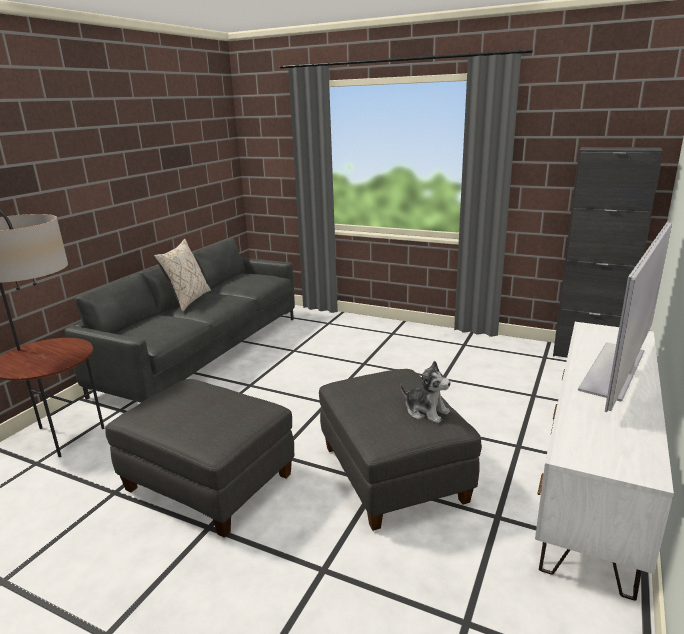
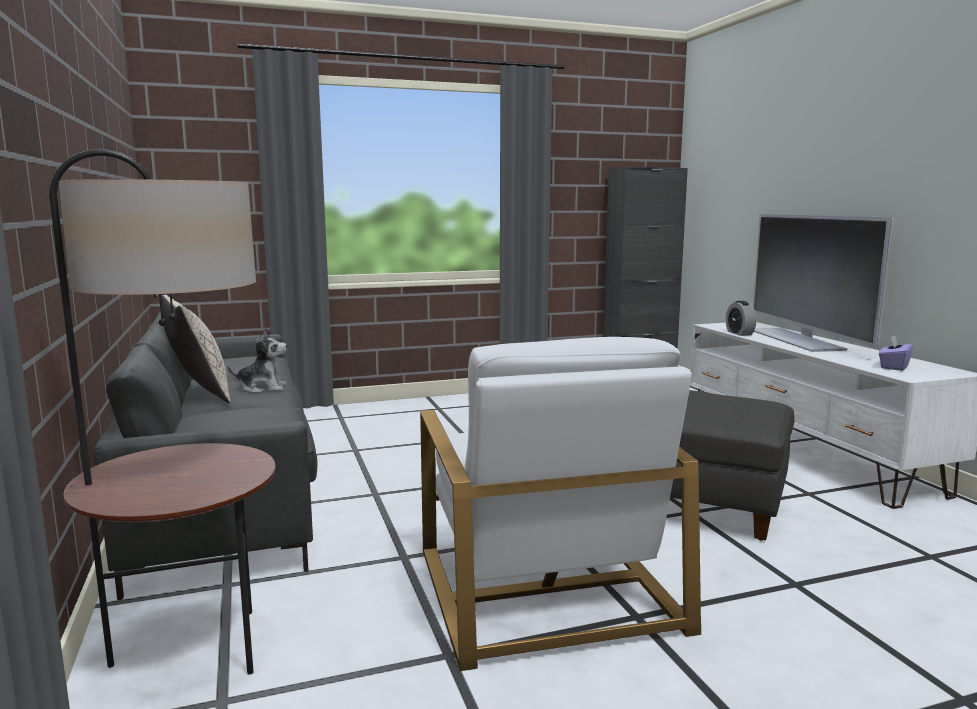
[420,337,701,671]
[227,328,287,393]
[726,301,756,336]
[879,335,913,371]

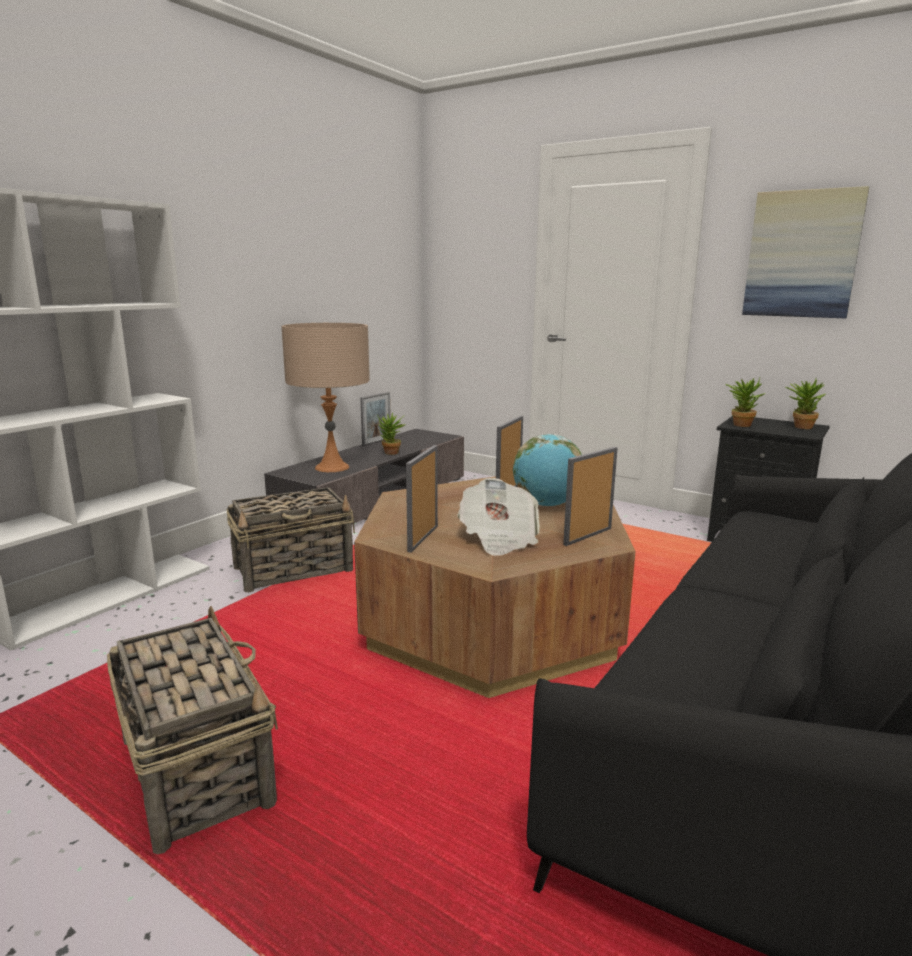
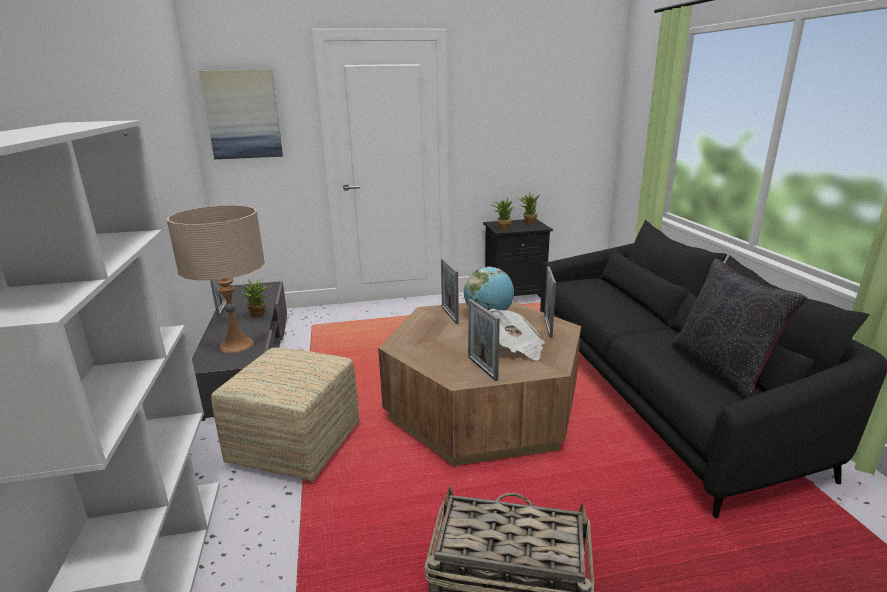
[211,348,359,482]
[199,69,283,159]
[671,258,807,399]

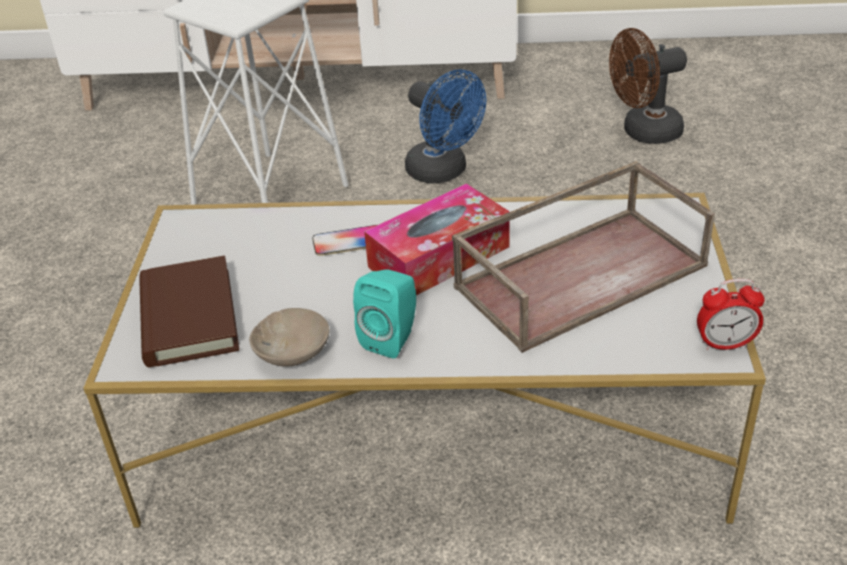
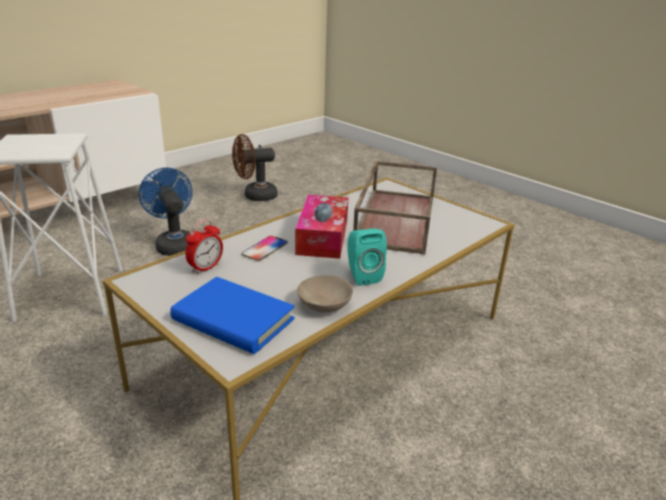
[170,277,295,354]
[139,168,193,256]
[232,134,277,201]
[185,220,223,274]

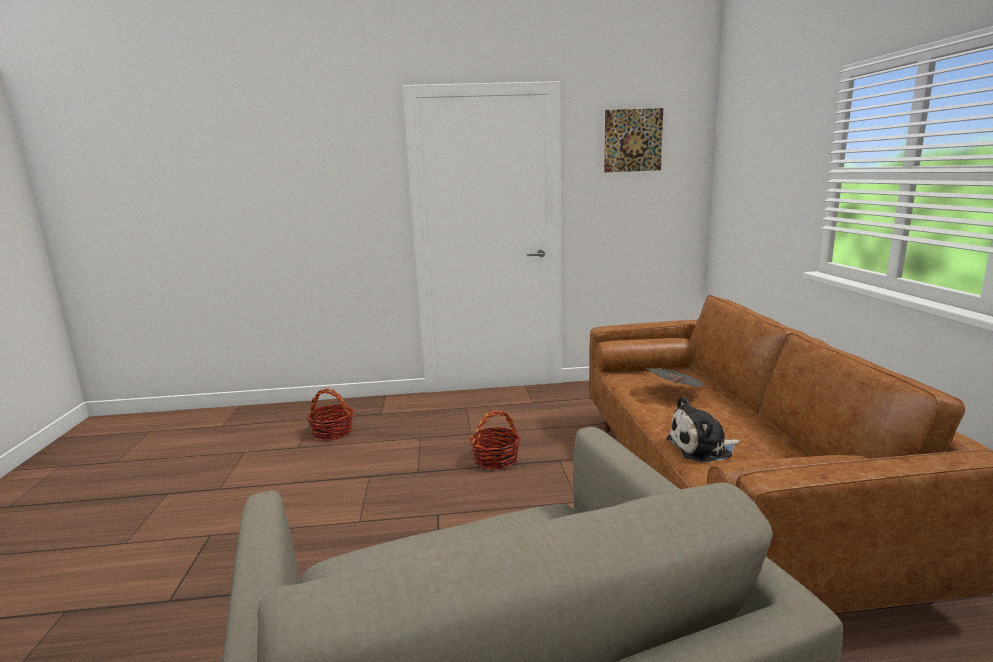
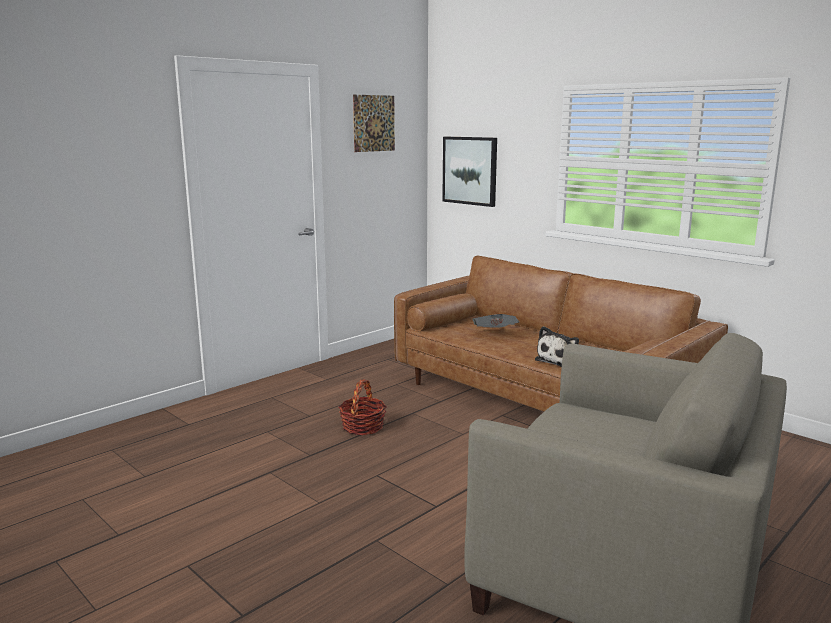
[307,389,353,440] (first image)
[442,137,497,207]

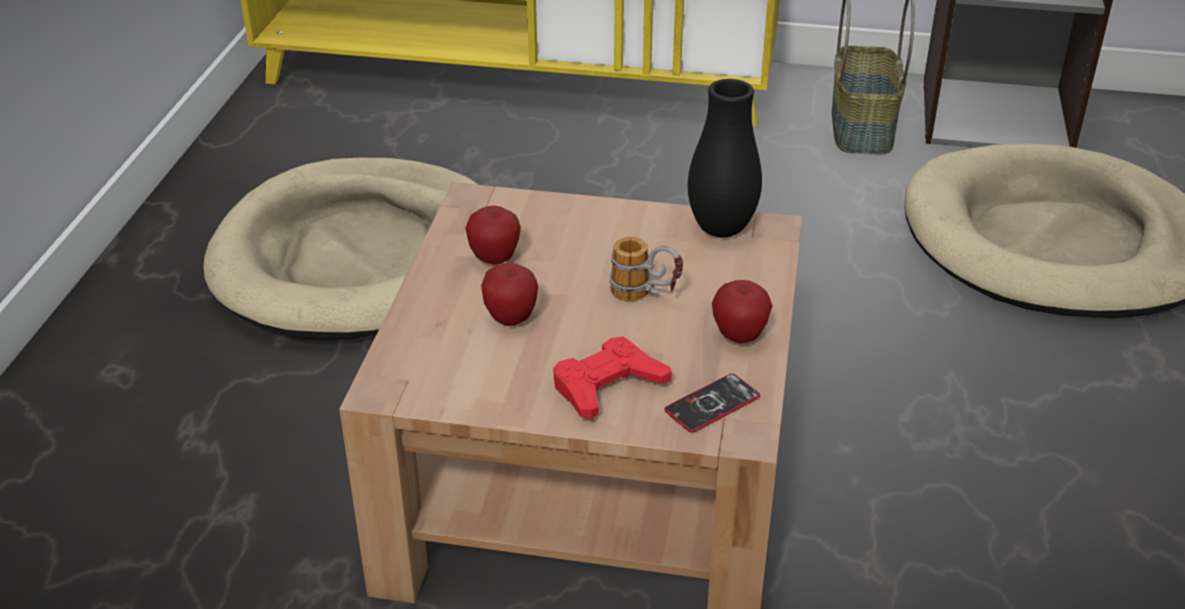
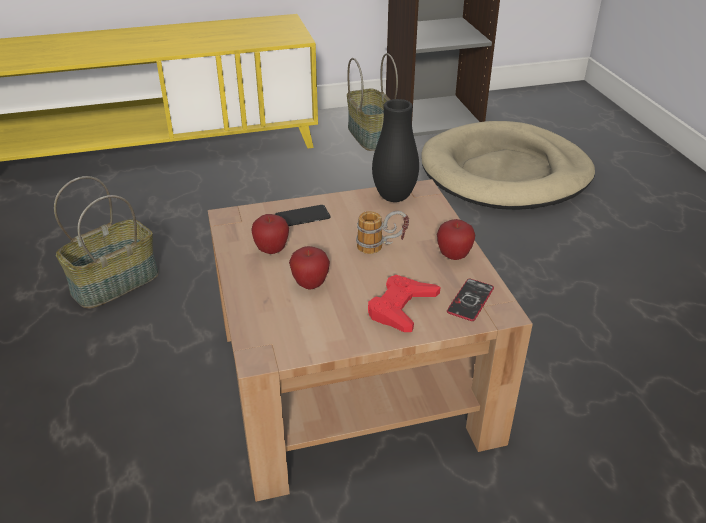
[54,176,159,309]
[275,205,331,226]

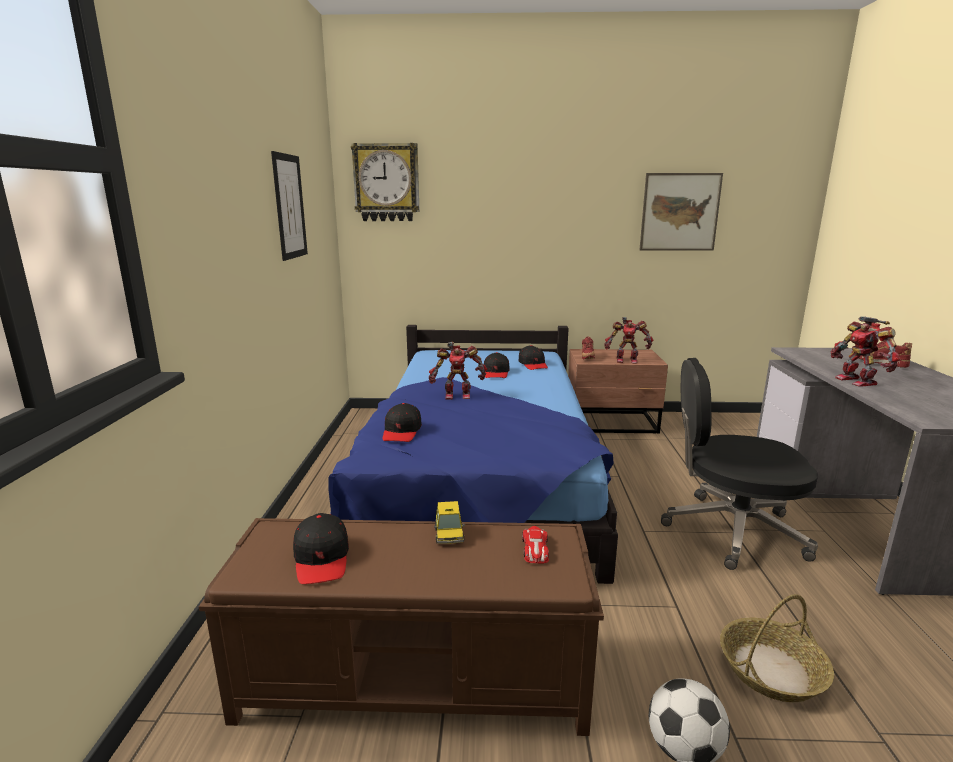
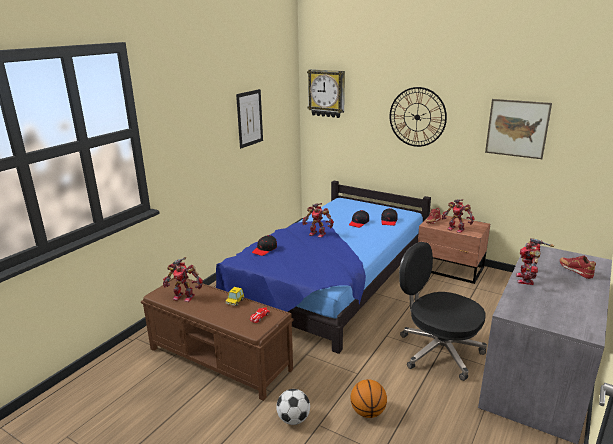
[163,257,203,302]
[351,379,387,418]
[390,87,447,147]

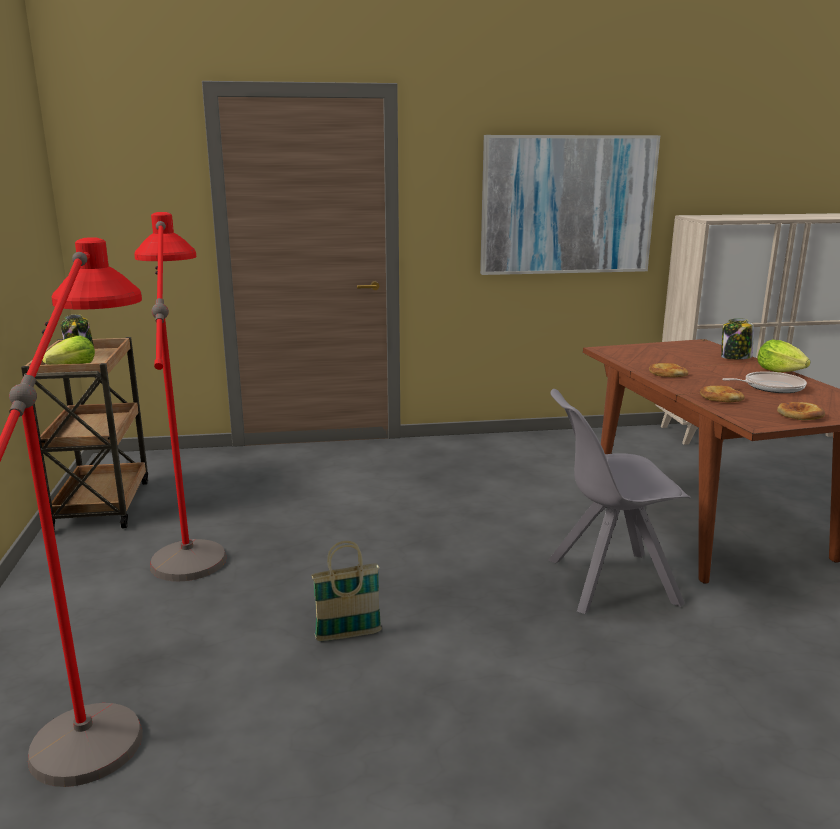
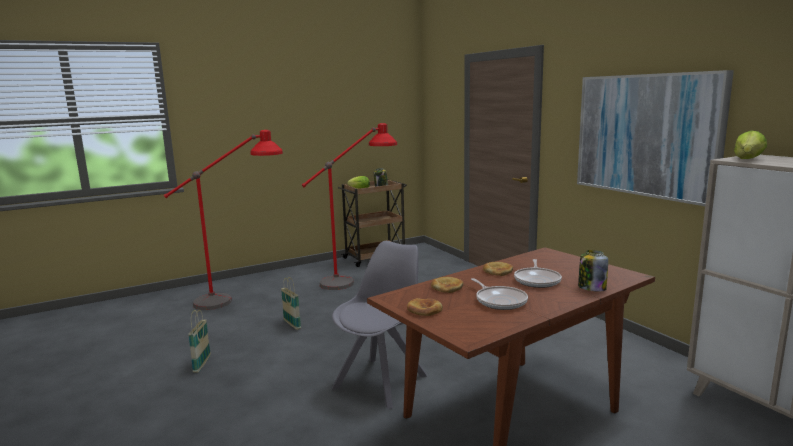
[332,241,427,409]
[734,130,767,159]
[188,310,211,373]
[514,259,562,288]

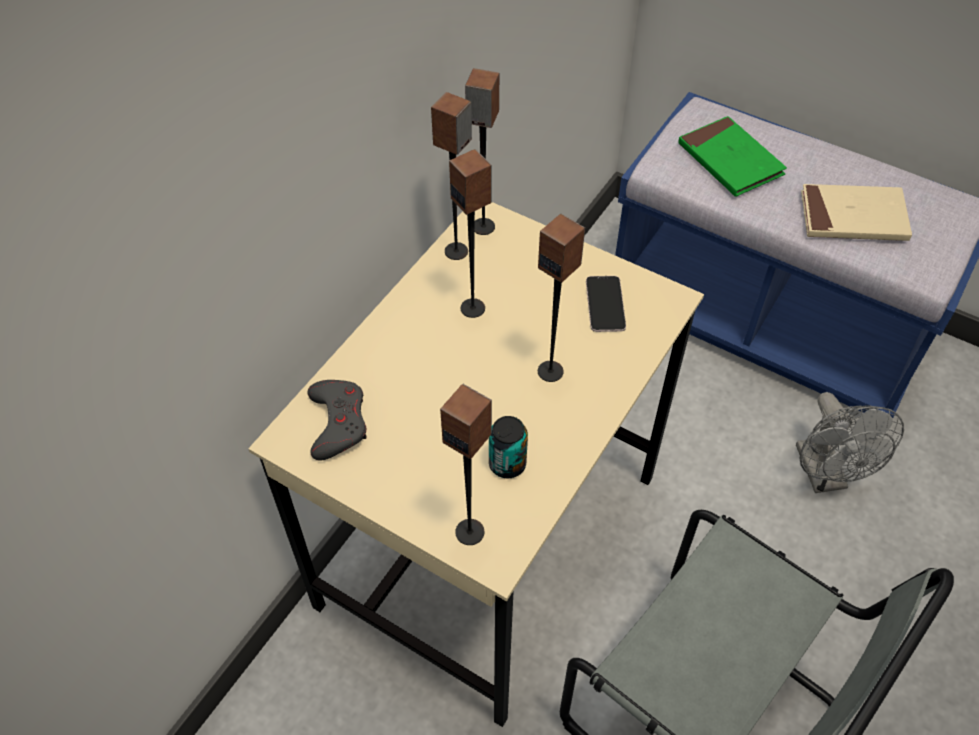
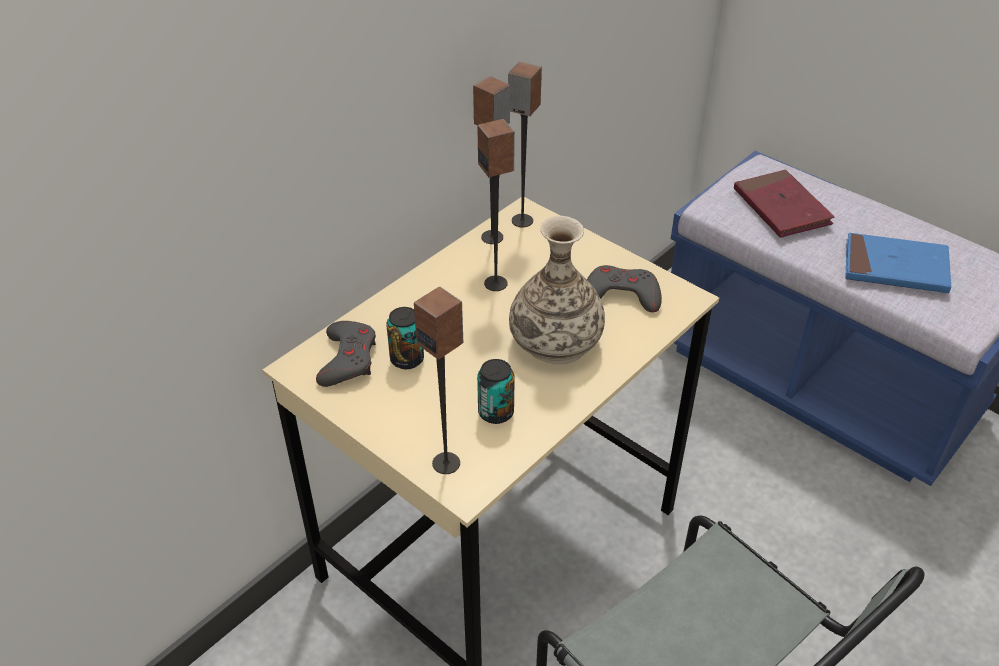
[509,216,605,364]
[587,265,662,312]
[734,170,834,237]
[796,392,904,493] (first image)
[845,233,951,293]
[386,307,424,369]

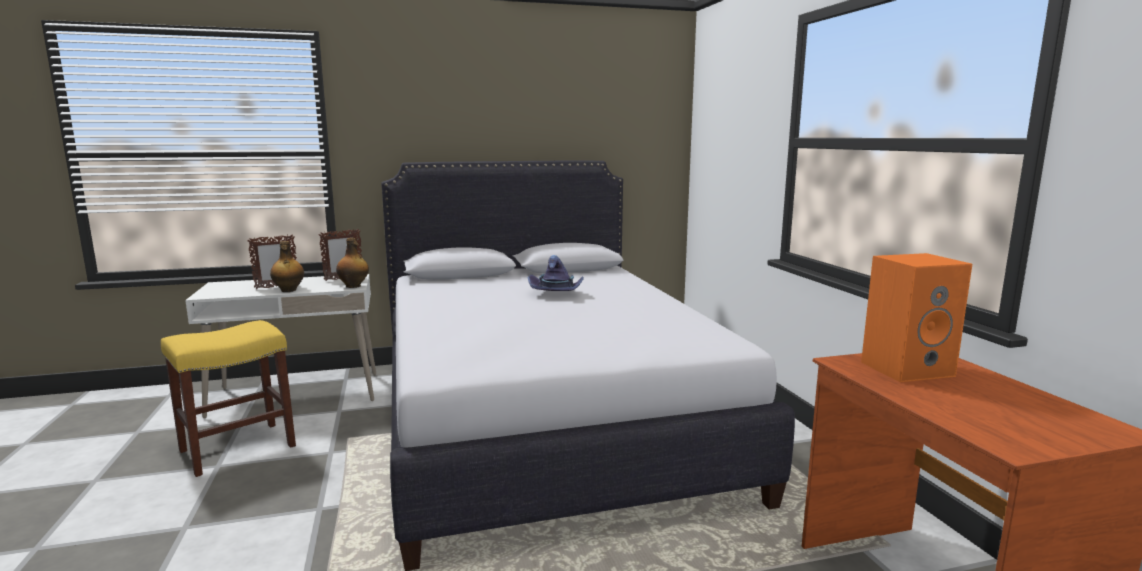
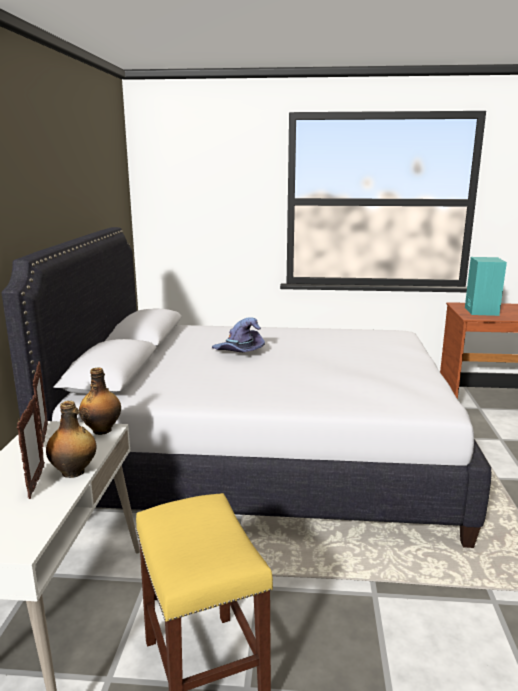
[465,257,507,316]

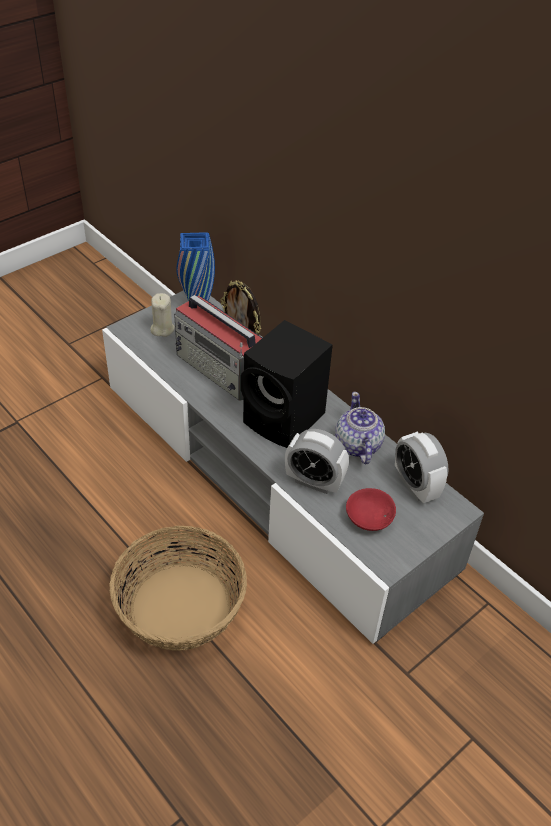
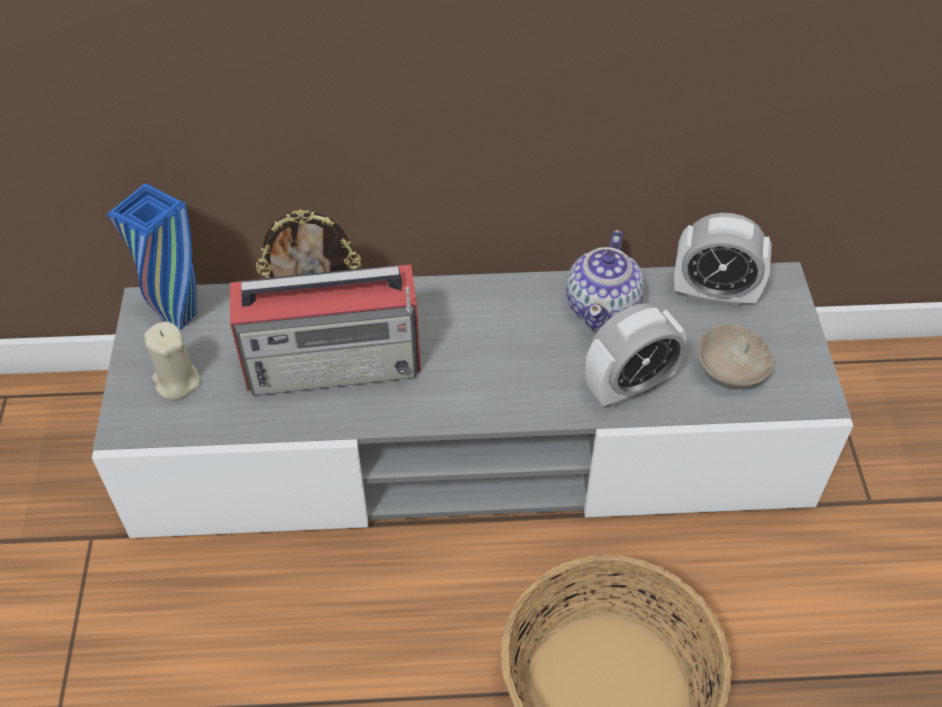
[241,320,333,448] (first image)
[566,230,645,330]
[698,324,775,388]

